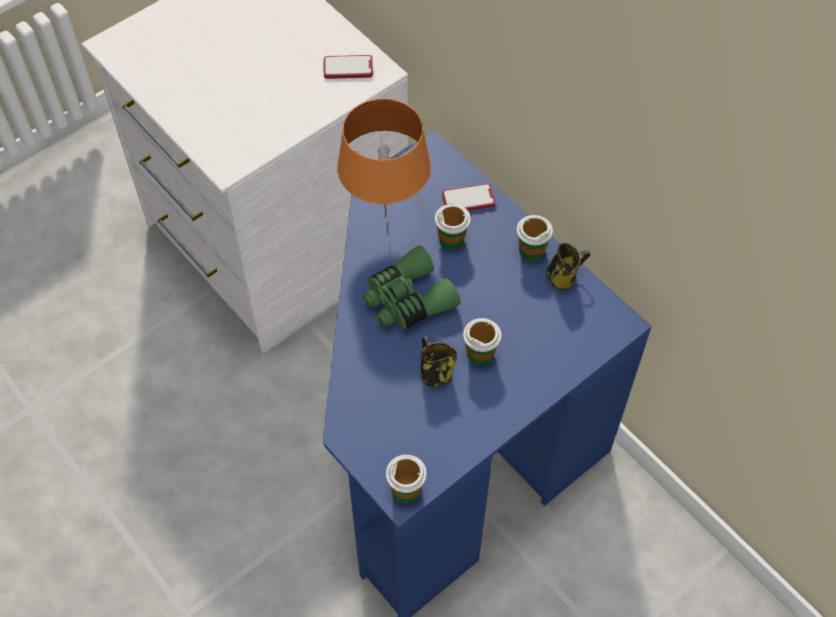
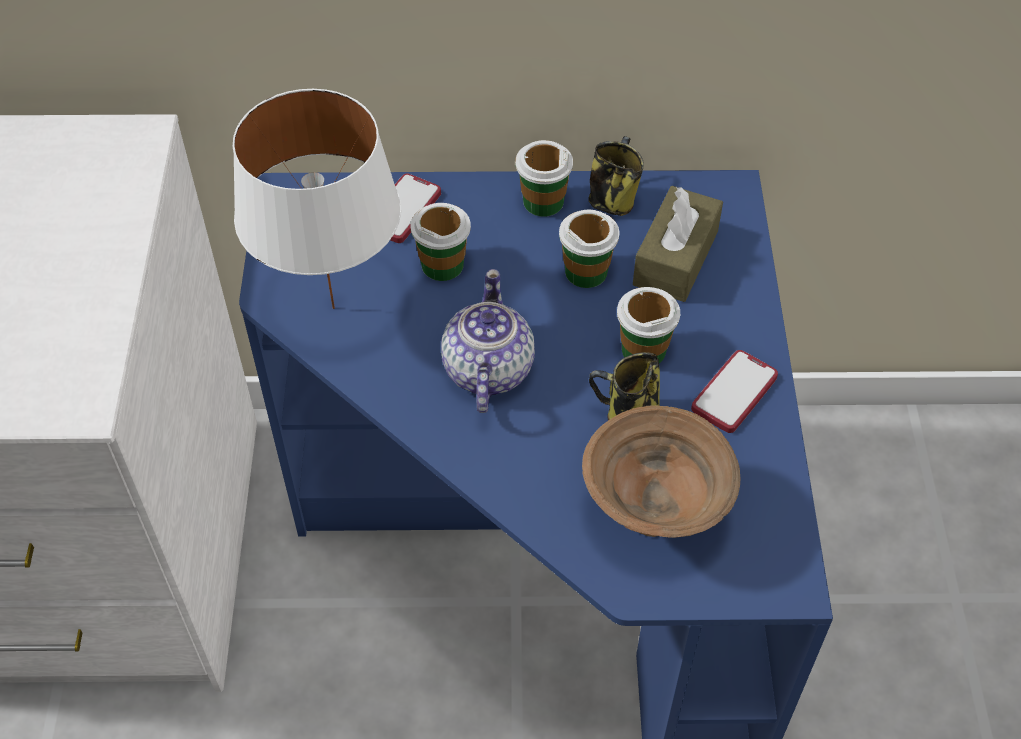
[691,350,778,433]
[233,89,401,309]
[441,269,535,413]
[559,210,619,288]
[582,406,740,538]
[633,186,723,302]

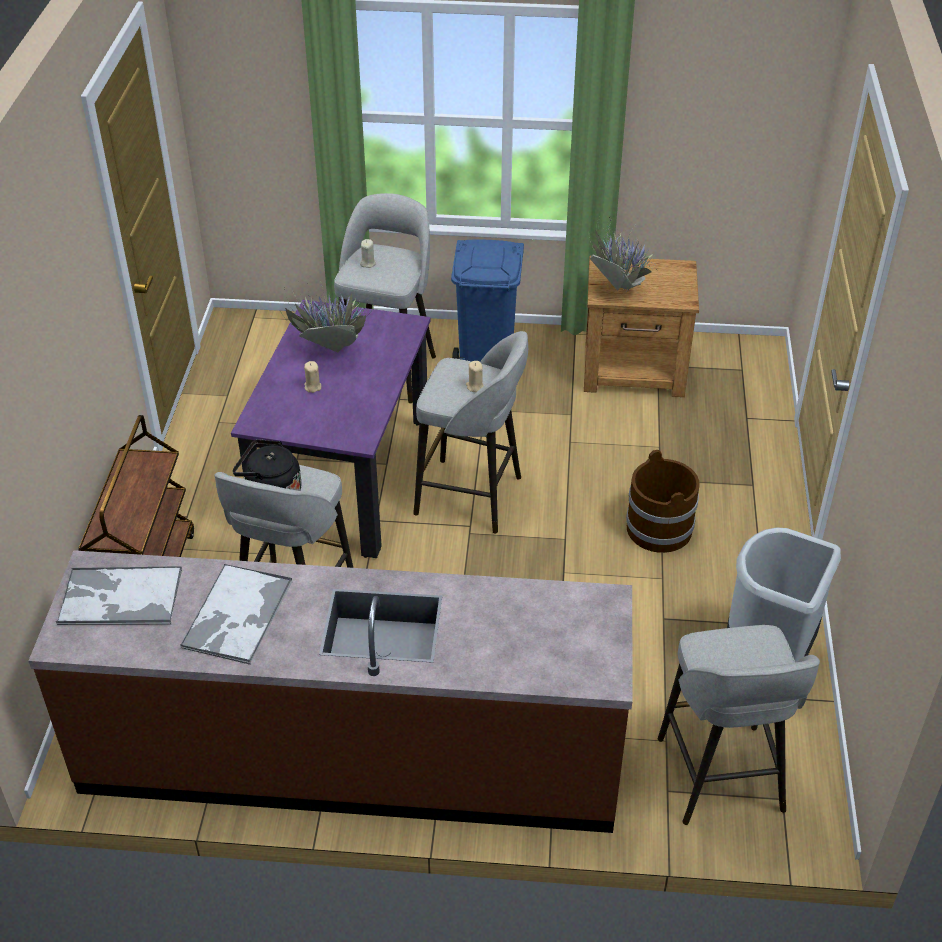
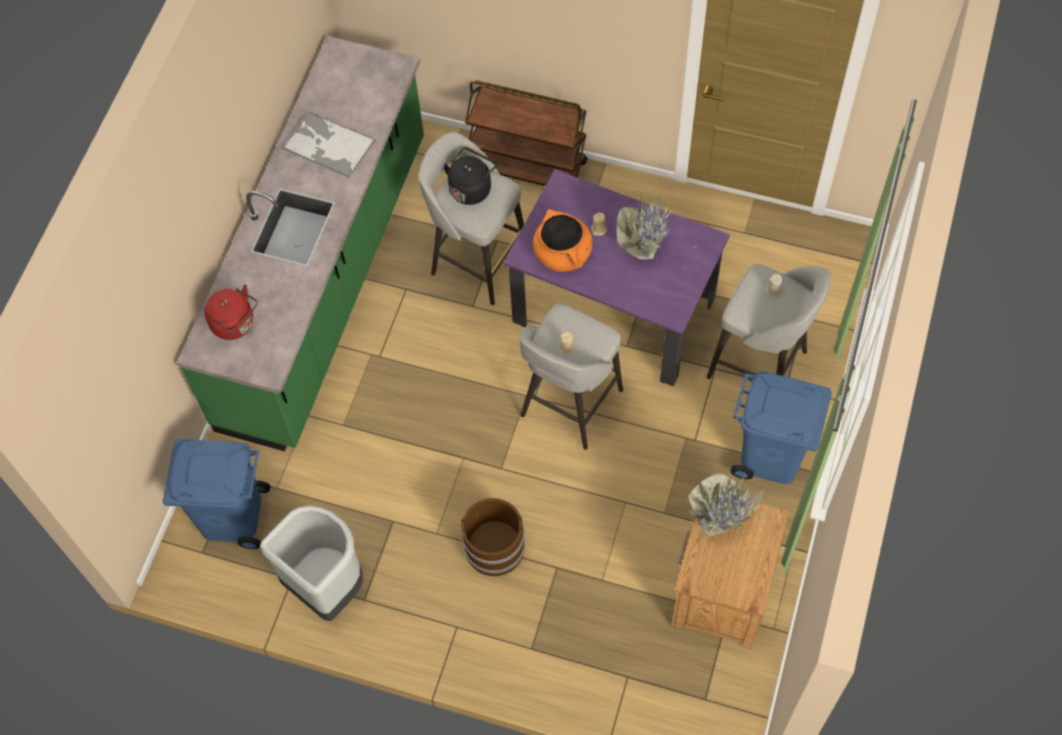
[177,36,424,451]
[56,566,182,625] (first image)
[163,439,270,549]
[205,285,258,340]
[533,209,593,272]

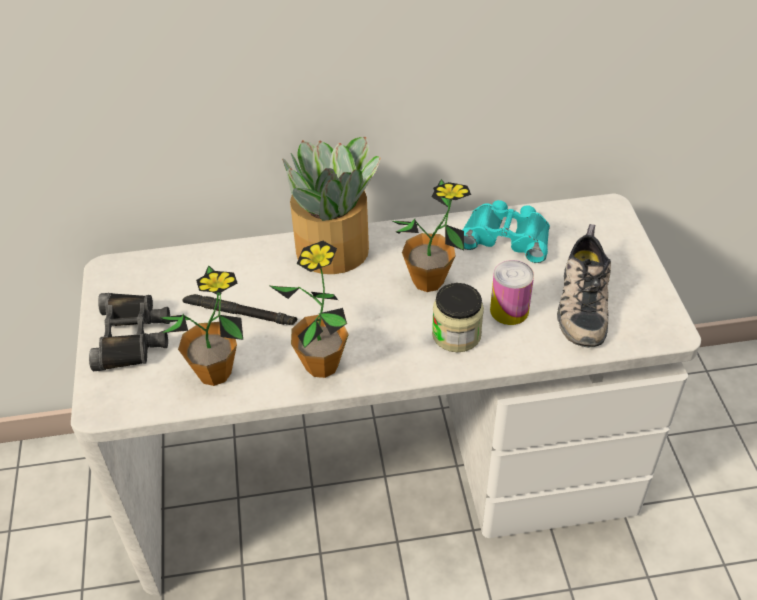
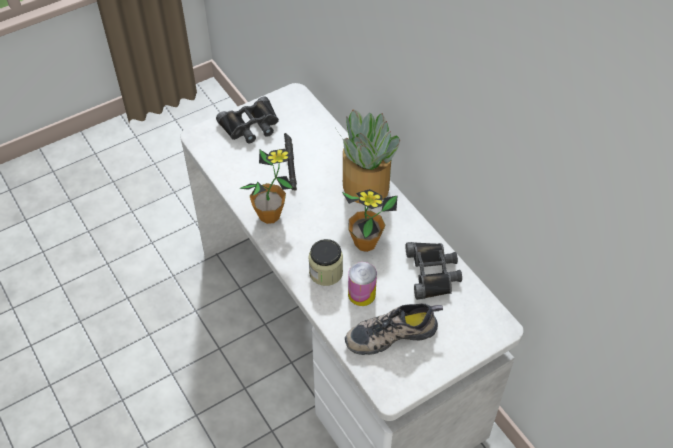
[160,265,243,386] (first image)
[406,242,462,300]

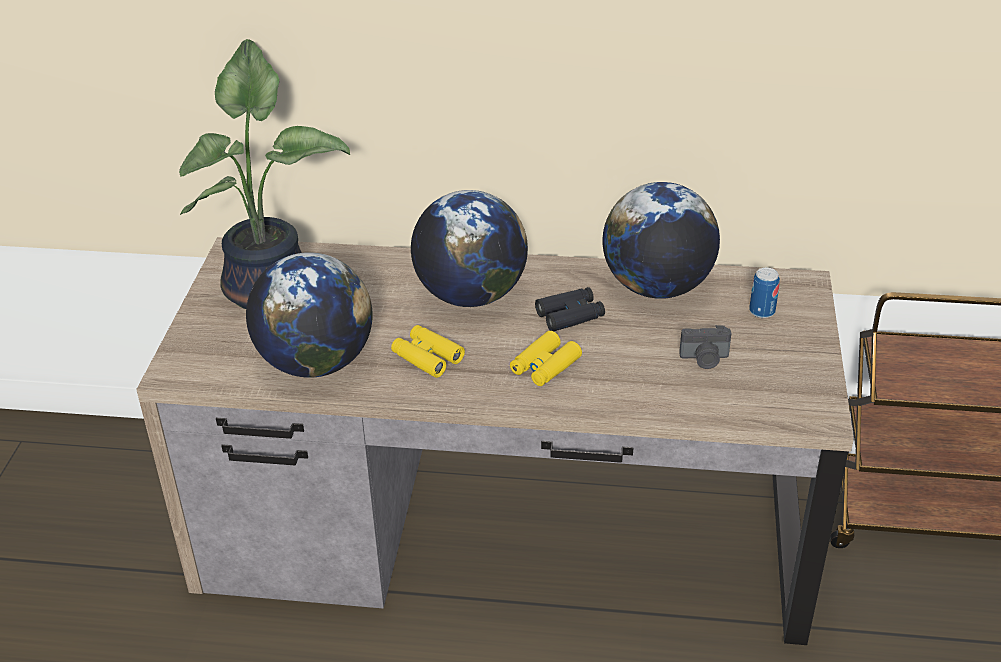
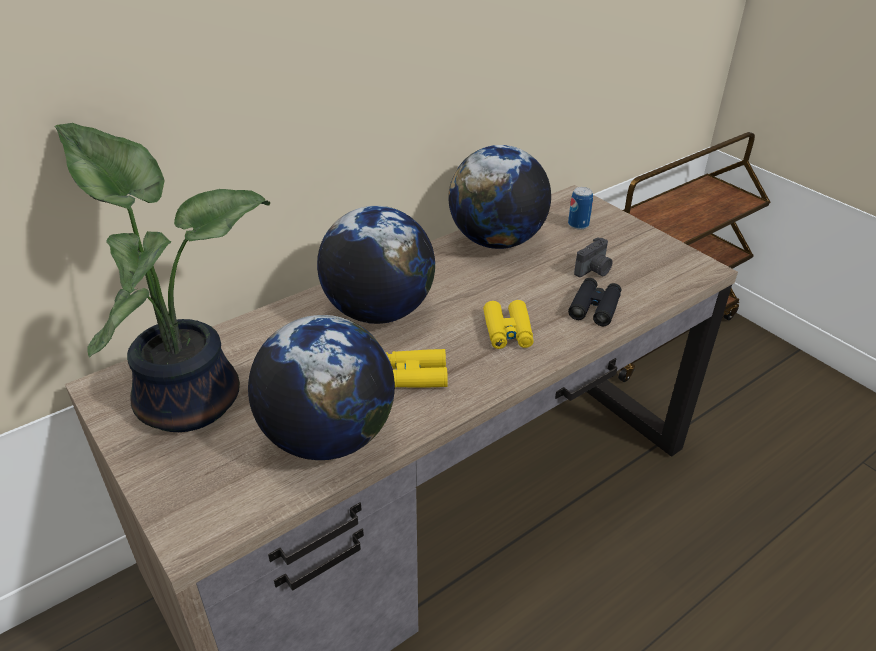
[568,278,621,326]

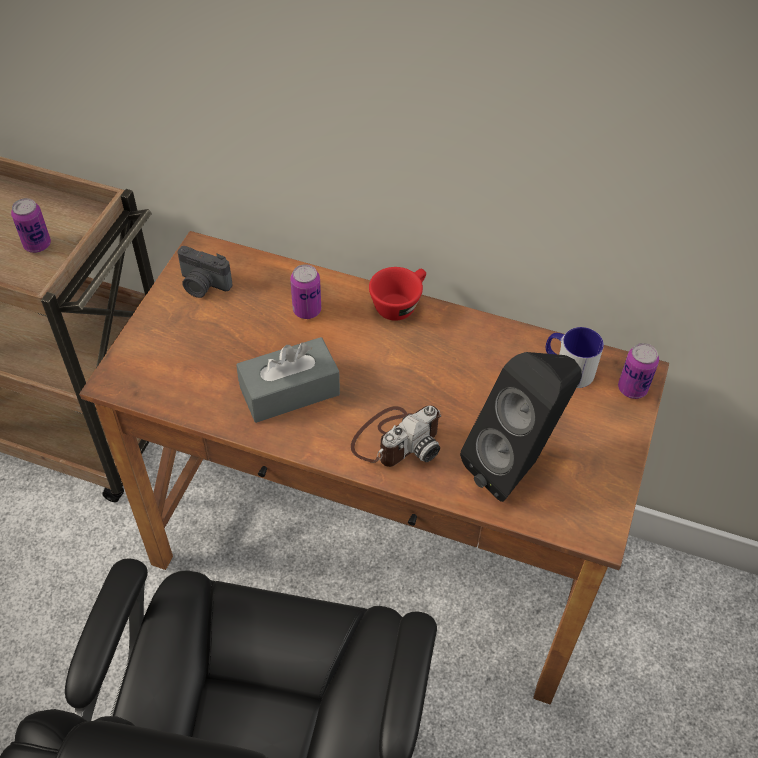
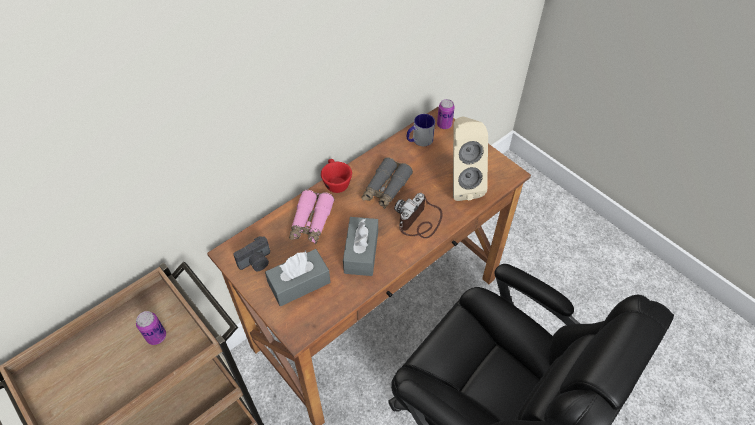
[289,190,335,244]
[394,193,443,239]
[453,117,488,201]
[265,249,330,306]
[362,157,413,209]

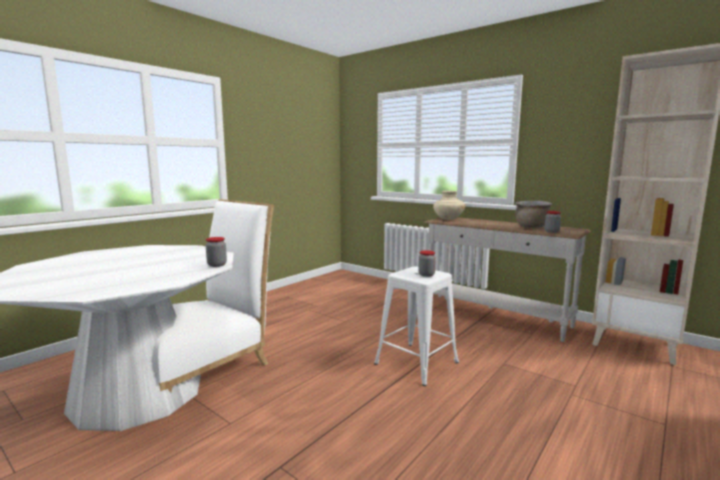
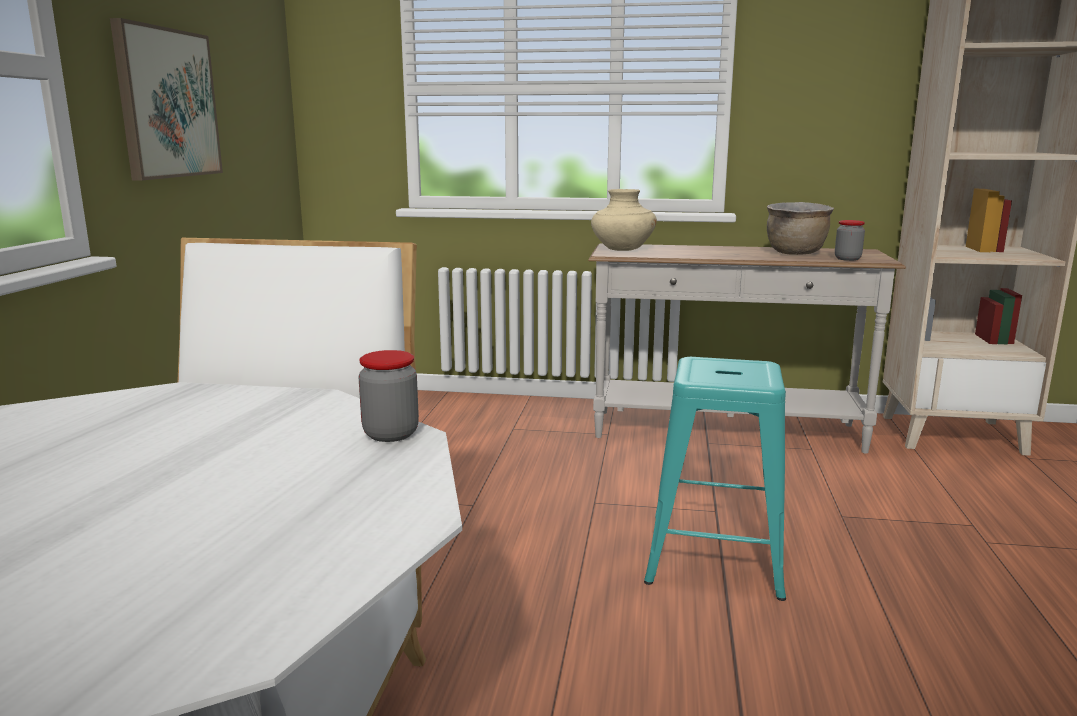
[644,357,786,601]
[418,250,436,277] (first image)
[110,18,223,180]

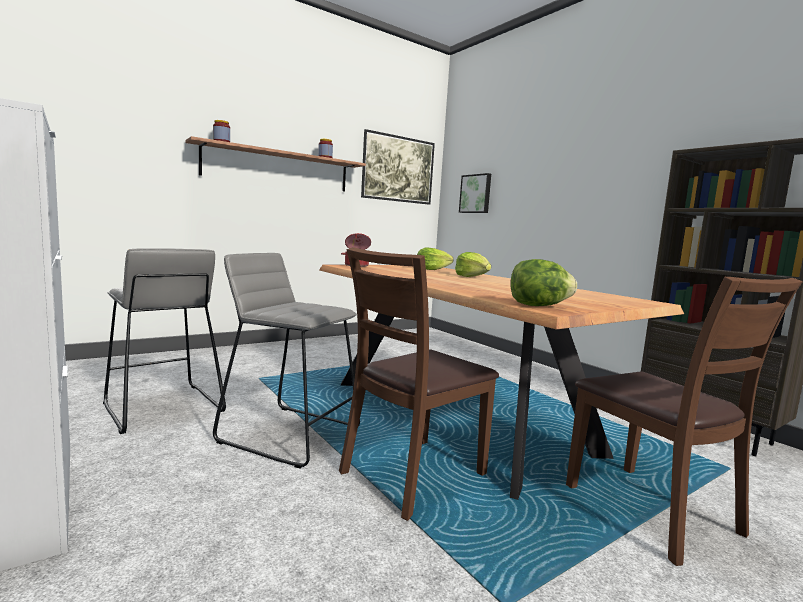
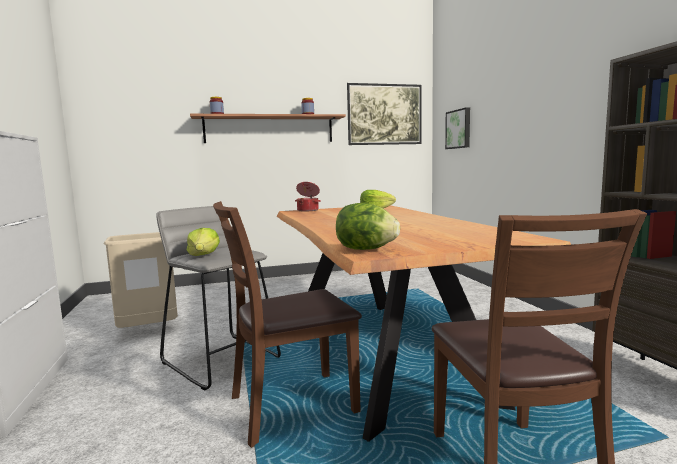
[104,232,178,328]
[187,228,220,256]

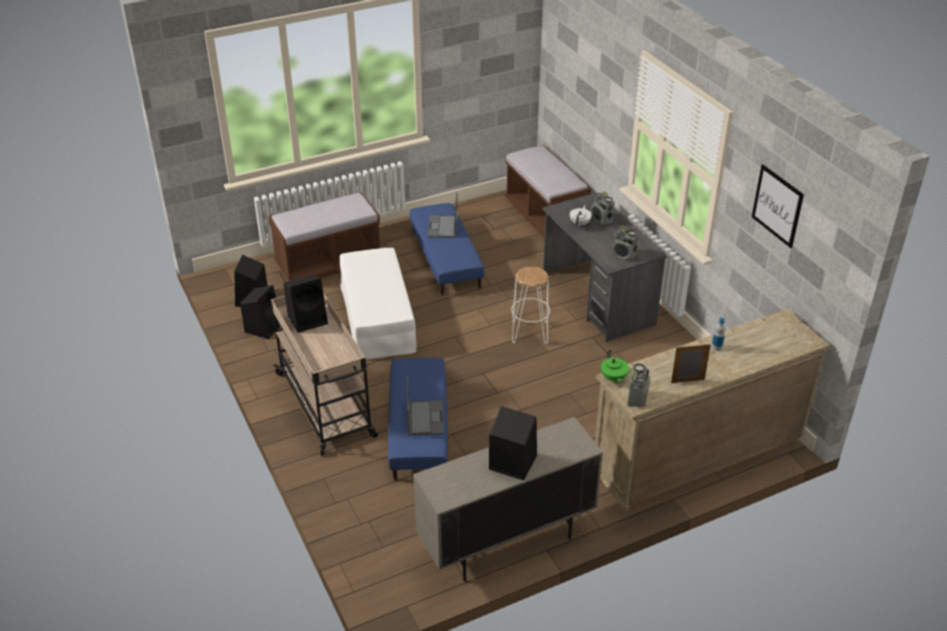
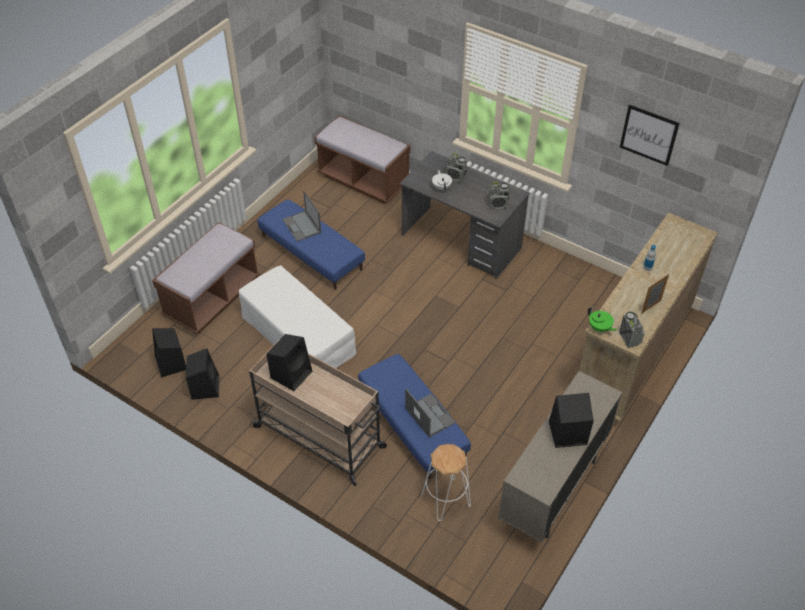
[422,444,471,521]

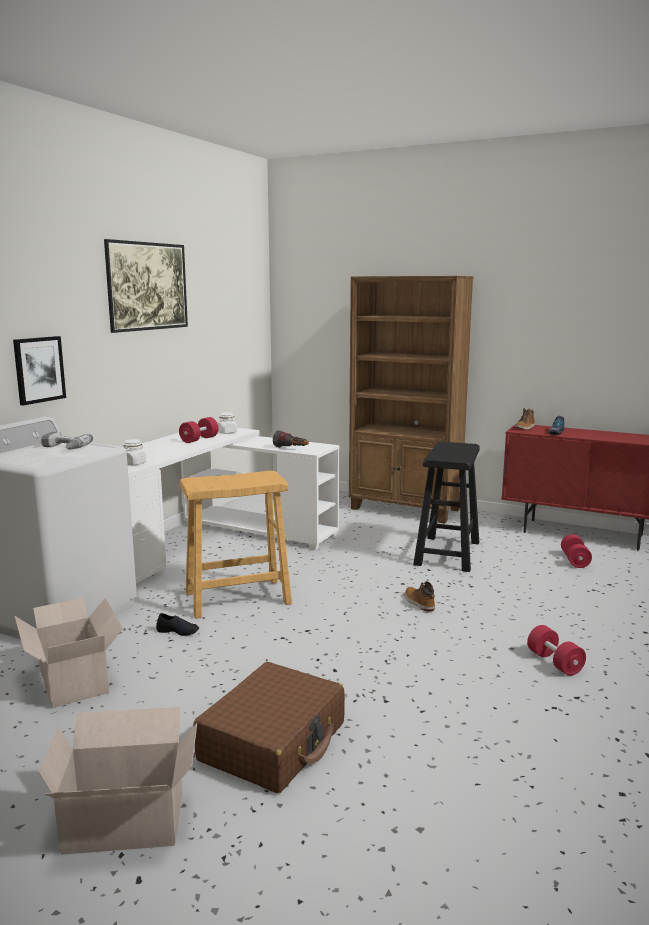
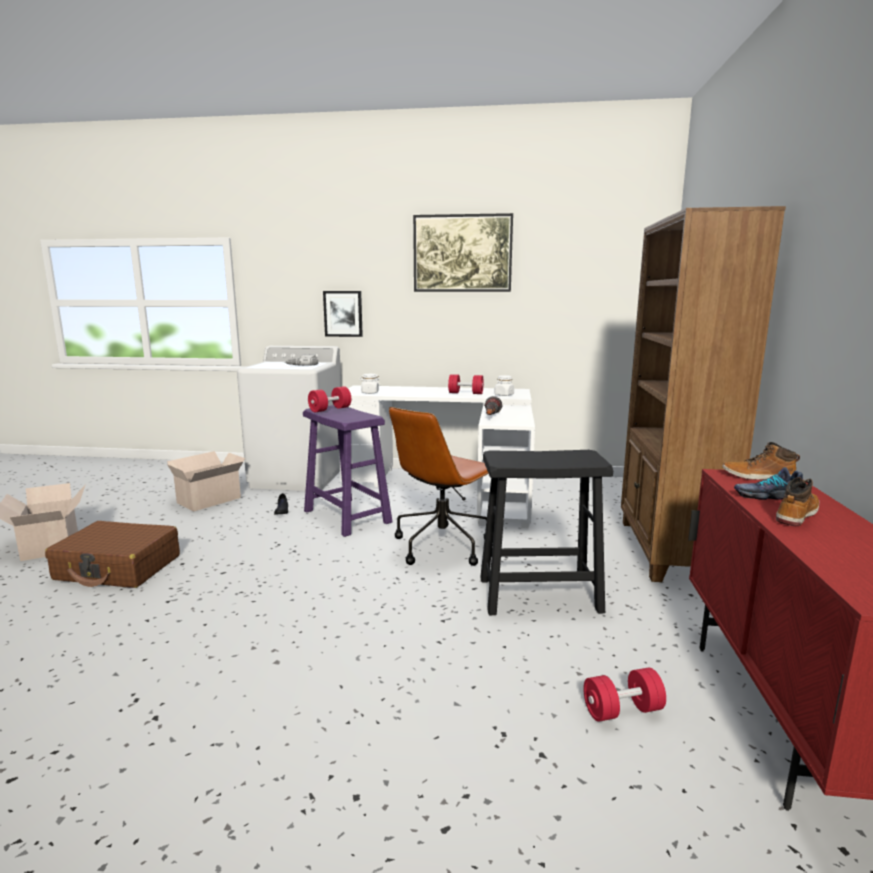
[303,405,393,537]
[776,477,819,526]
[308,386,351,412]
[389,407,489,566]

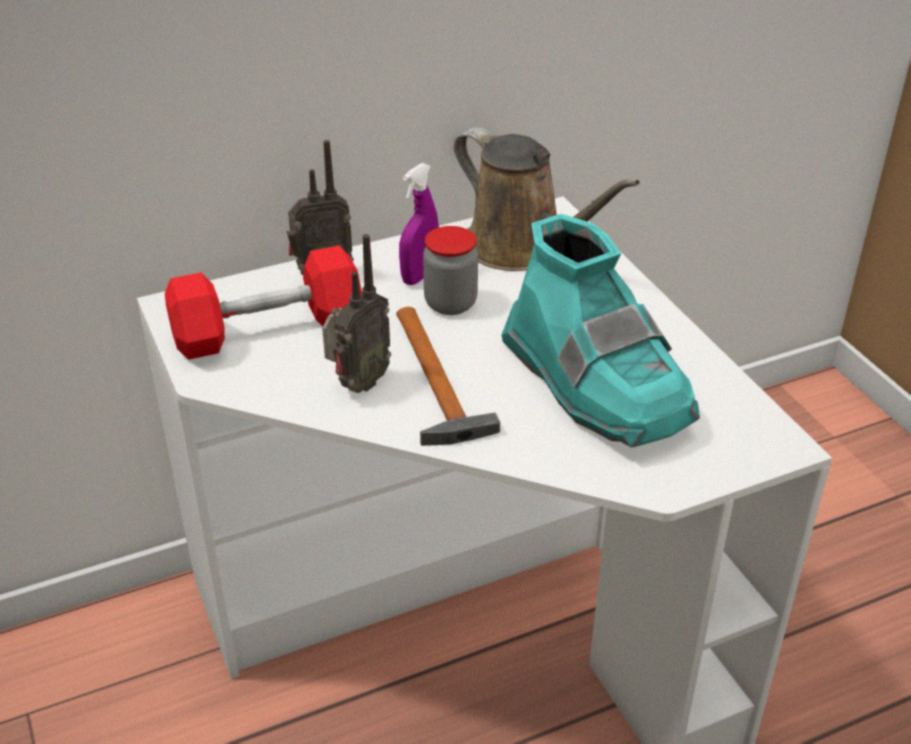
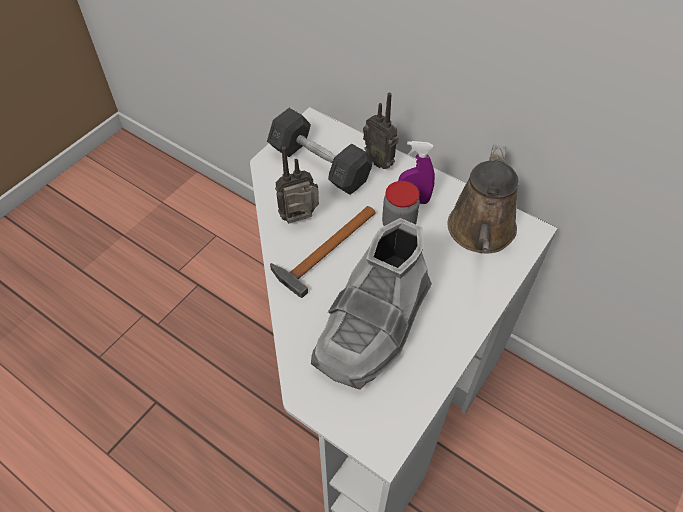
[267,108,373,195]
[275,147,319,224]
[311,218,432,390]

